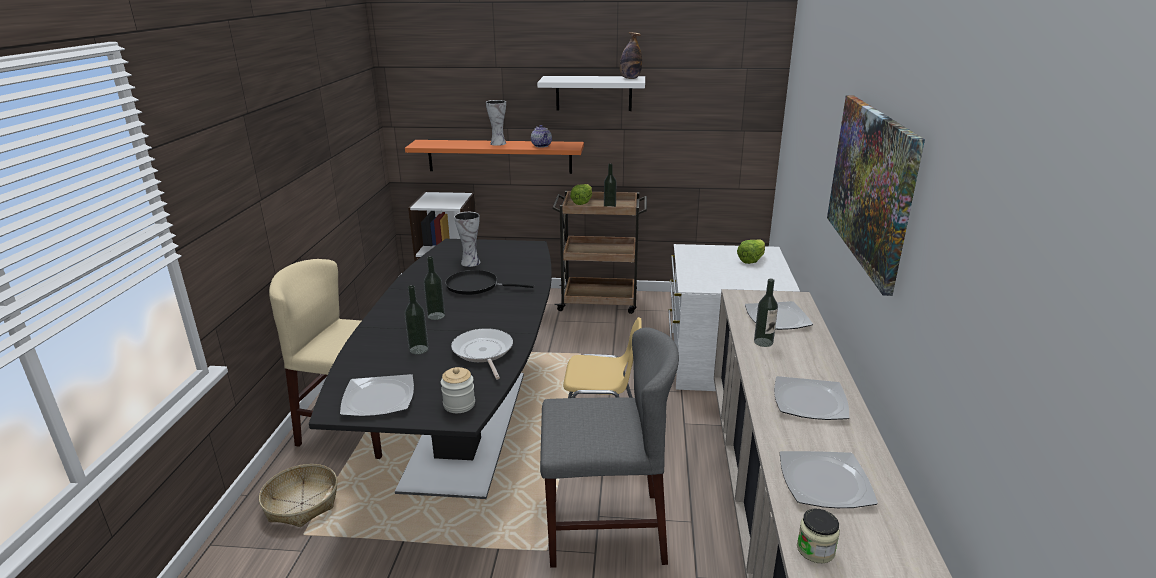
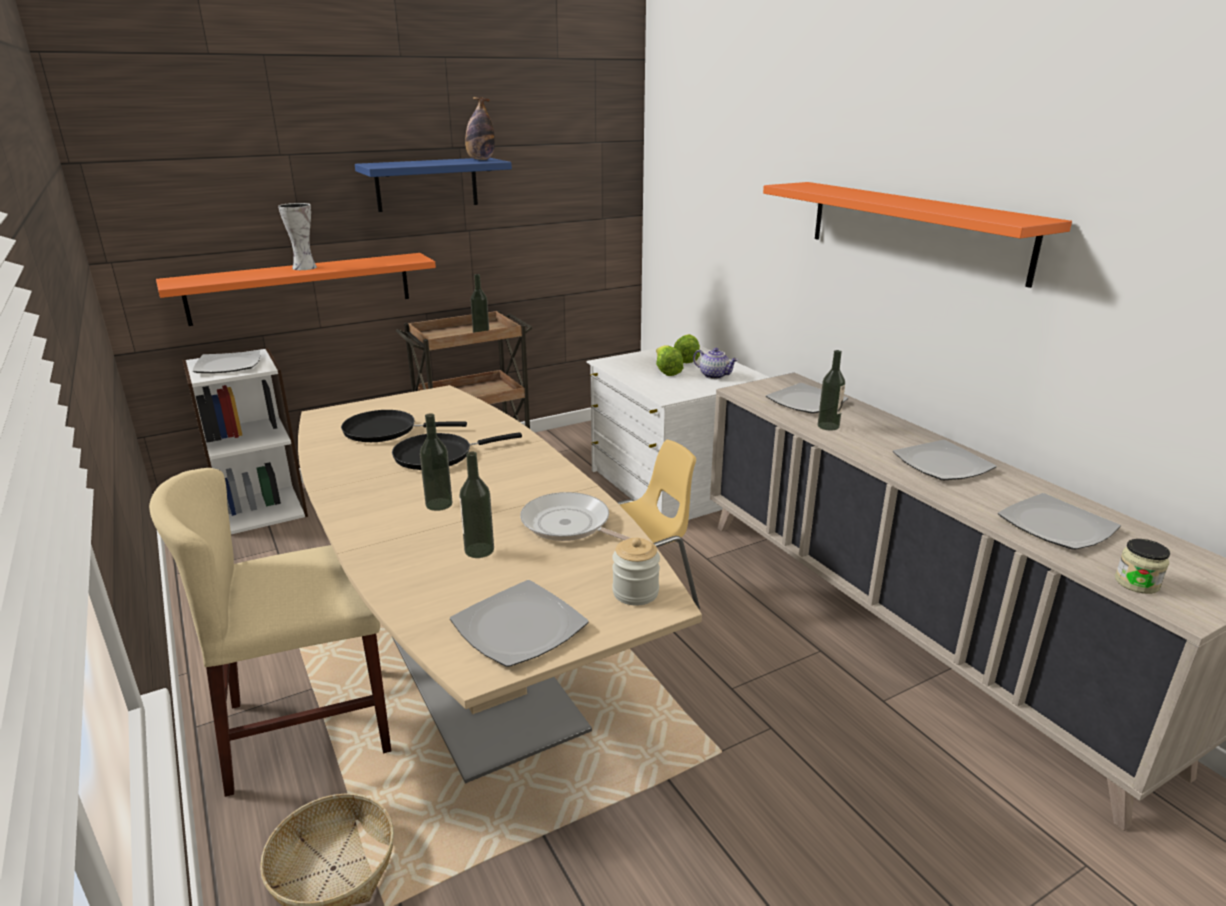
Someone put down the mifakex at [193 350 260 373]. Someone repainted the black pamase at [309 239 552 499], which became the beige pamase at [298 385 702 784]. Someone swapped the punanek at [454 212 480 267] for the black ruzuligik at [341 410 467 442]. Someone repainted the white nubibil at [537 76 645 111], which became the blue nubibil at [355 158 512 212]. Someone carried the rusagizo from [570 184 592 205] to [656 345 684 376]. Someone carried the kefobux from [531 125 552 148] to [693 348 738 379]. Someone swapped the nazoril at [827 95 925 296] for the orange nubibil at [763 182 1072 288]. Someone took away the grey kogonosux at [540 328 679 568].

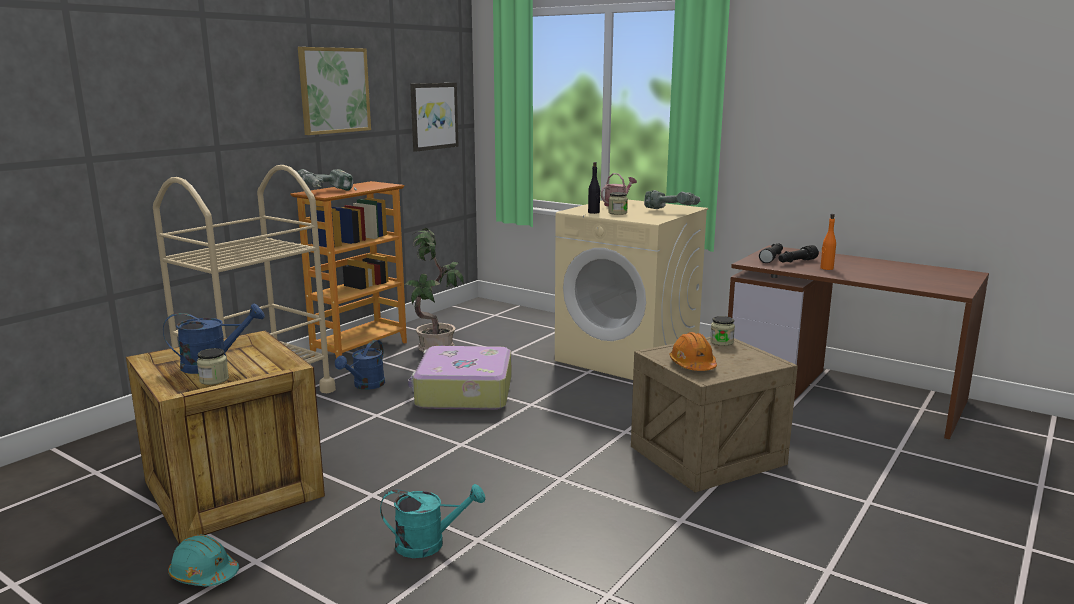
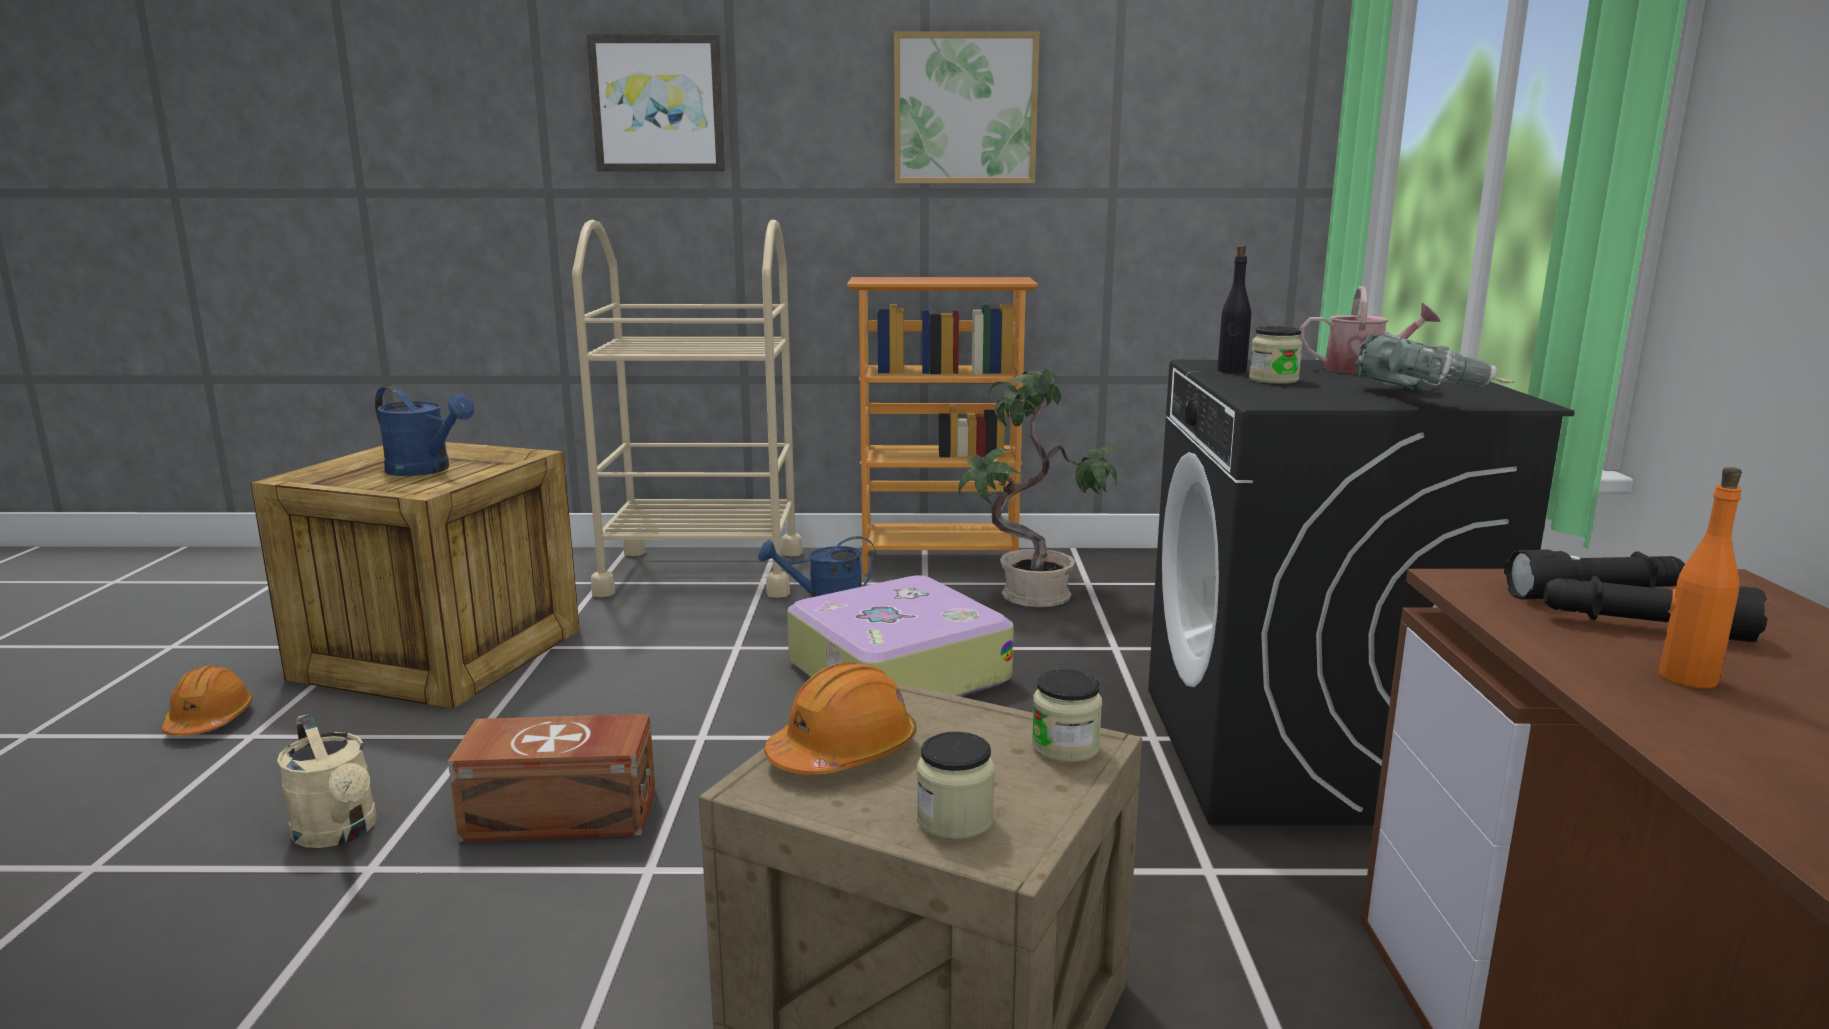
Someone repainted the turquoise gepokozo at [168 535 239 586], which became the orange gepokozo at [162 665 253 736]. Someone repainted the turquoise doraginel at [380 484 485 558], which became the beige doraginel at [277 714 377 848]. Someone put down the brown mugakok at [448 714 655 842]. Someone carried the nazoril from [410 83 459 152] to [586 34 725 171]. Someone carried the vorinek from [197 348 229 385] to [917 732 995 840]. Someone repainted the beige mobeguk at [555 200 708 380], which became the black mobeguk at [1148 360 1575 825]. Someone took away the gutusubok at [298 169 357 191].

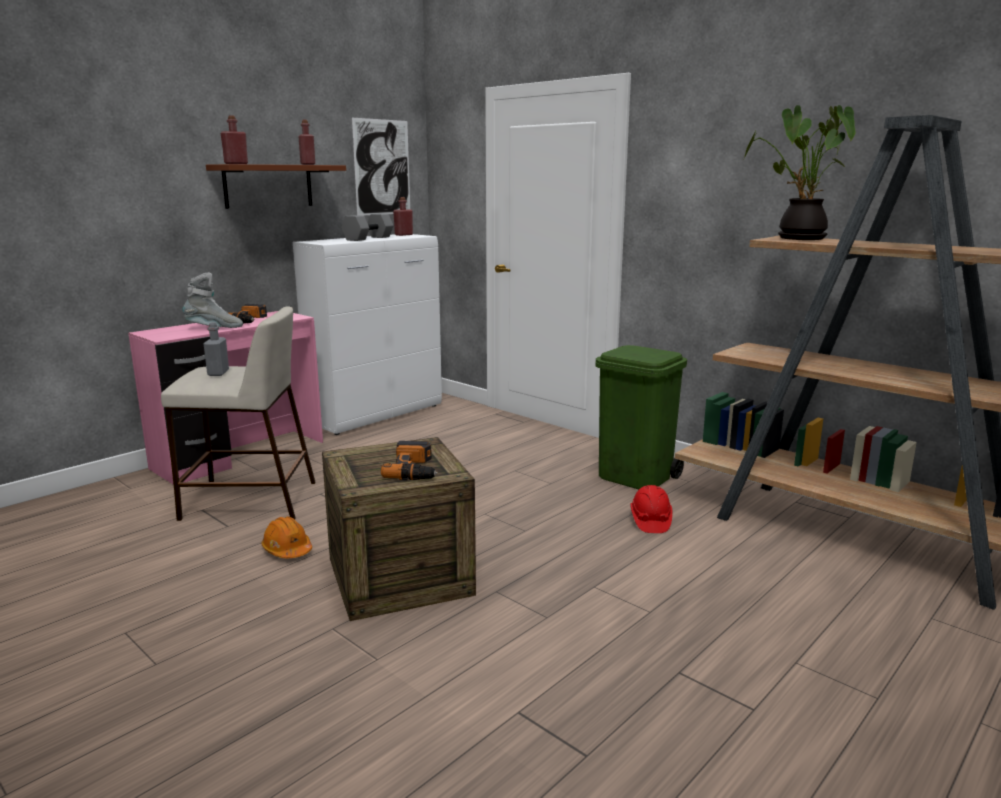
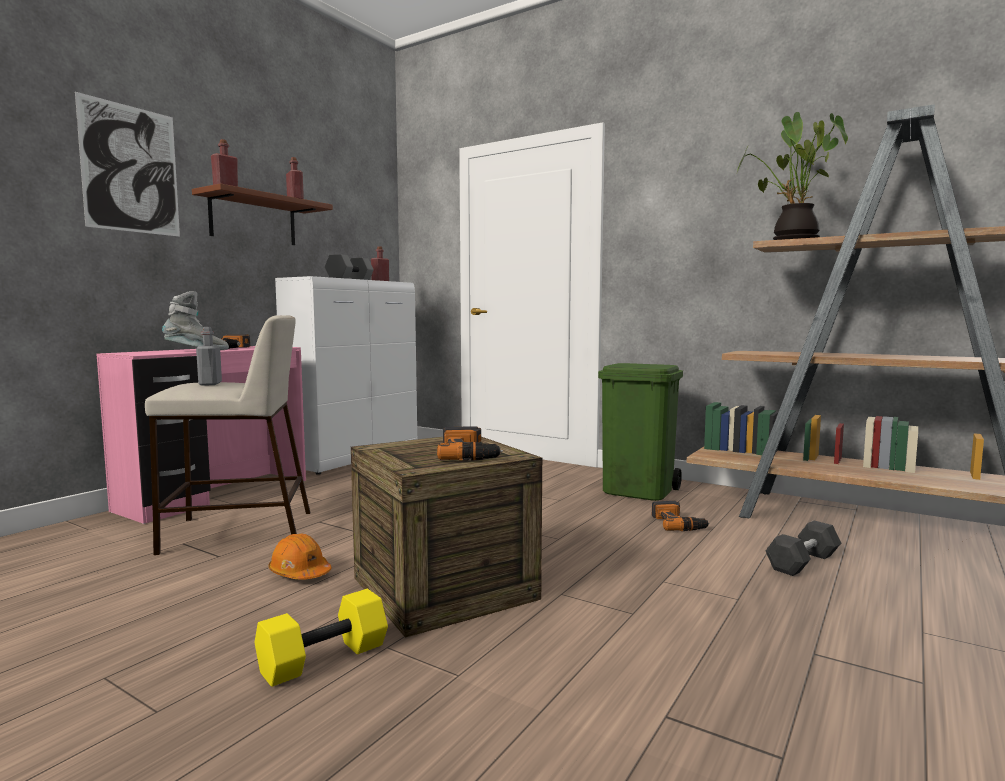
Someone carried the nazoril from [352 118 410 216] to [75 92 180 237]. Someone put down the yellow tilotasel at [255 589 388 687]. Someone swapped the red gepokozo at [630 485 673 533] for the gutusubok at [651 501 710 531]. Someone put down the black tilotasel at [765 521 841 576].

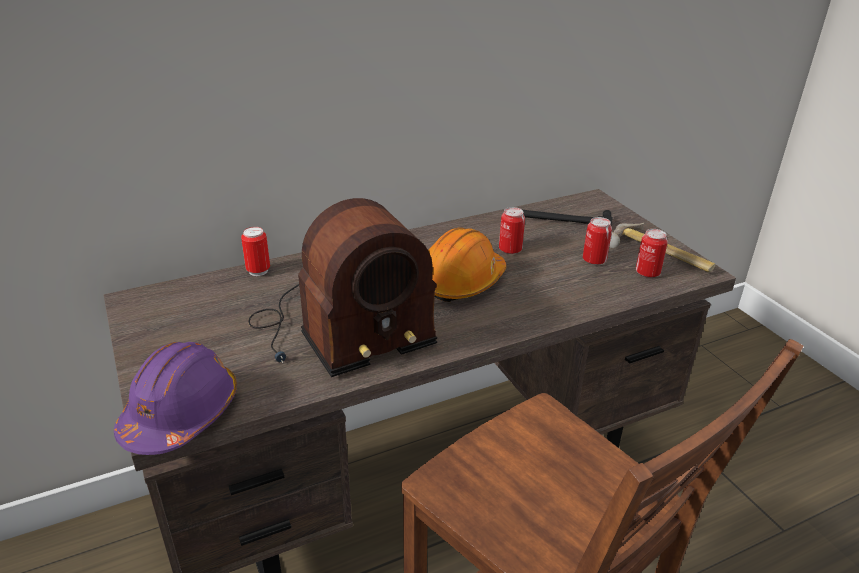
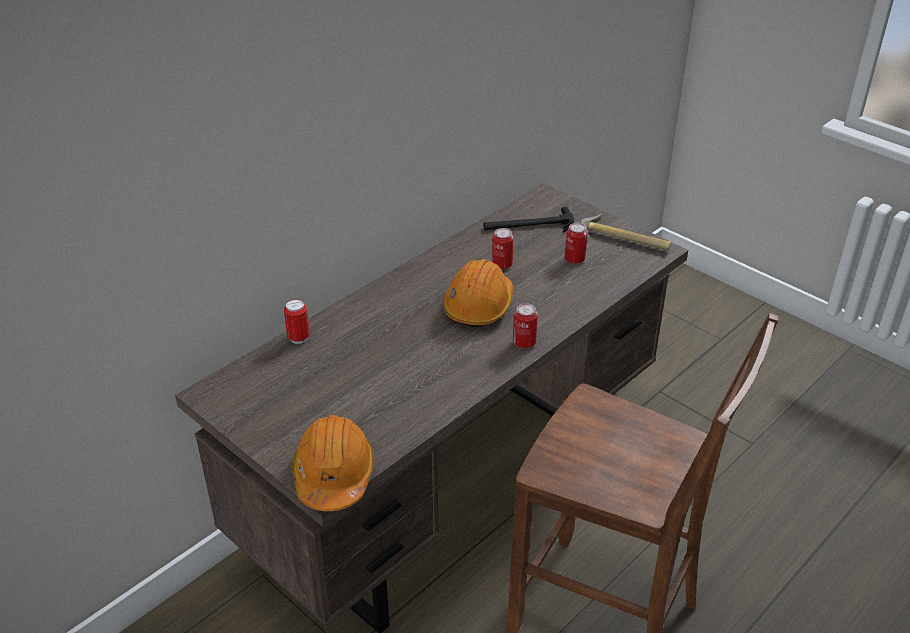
Someone repainted the purple gepokozo at [114 342 237 455], which became the orange gepokozo at [292 415 374 511]. Someone carried the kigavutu from [636 229 668 278] to [513 303 538 348]. Someone took away the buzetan at [248 198 437 377].

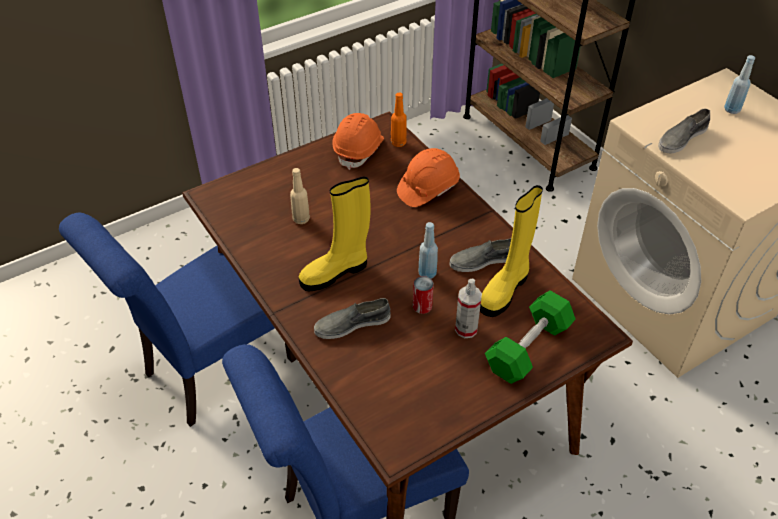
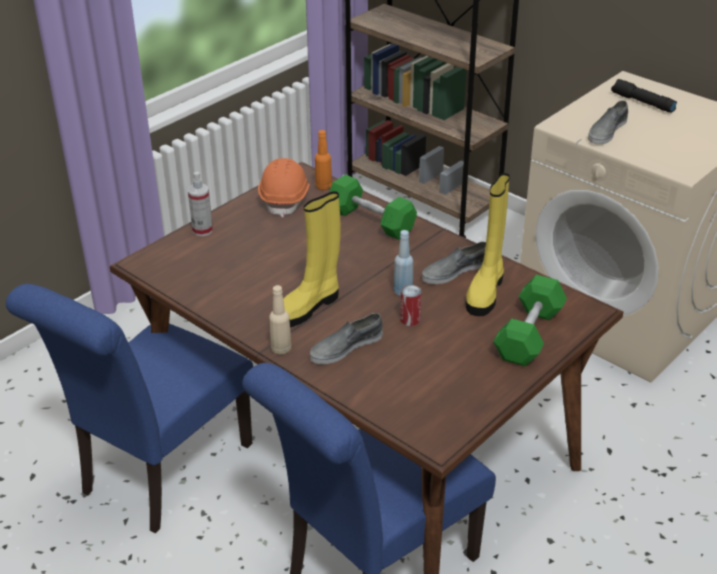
Someone carried the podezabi from [455 279 482 338] to [188 172 213 236]. Someone carried the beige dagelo from [290 168 310 224] to [269 285 291 355]. Someone swapped the orange gepokozo at [397 148 460 207] for the green tilotasel at [330 174 417 240]. Someone swapped the blue dagelo at [724 55 755 114] for the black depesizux at [611 79 677 113].

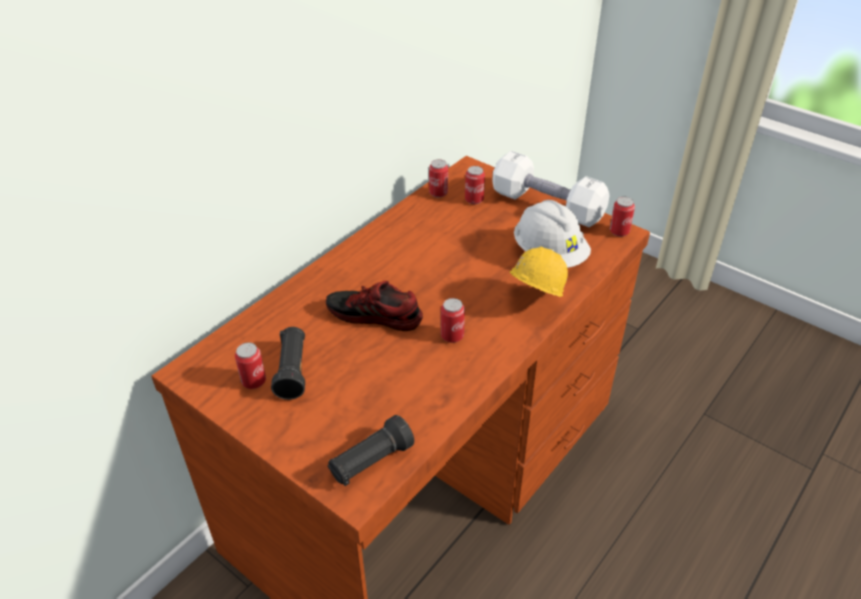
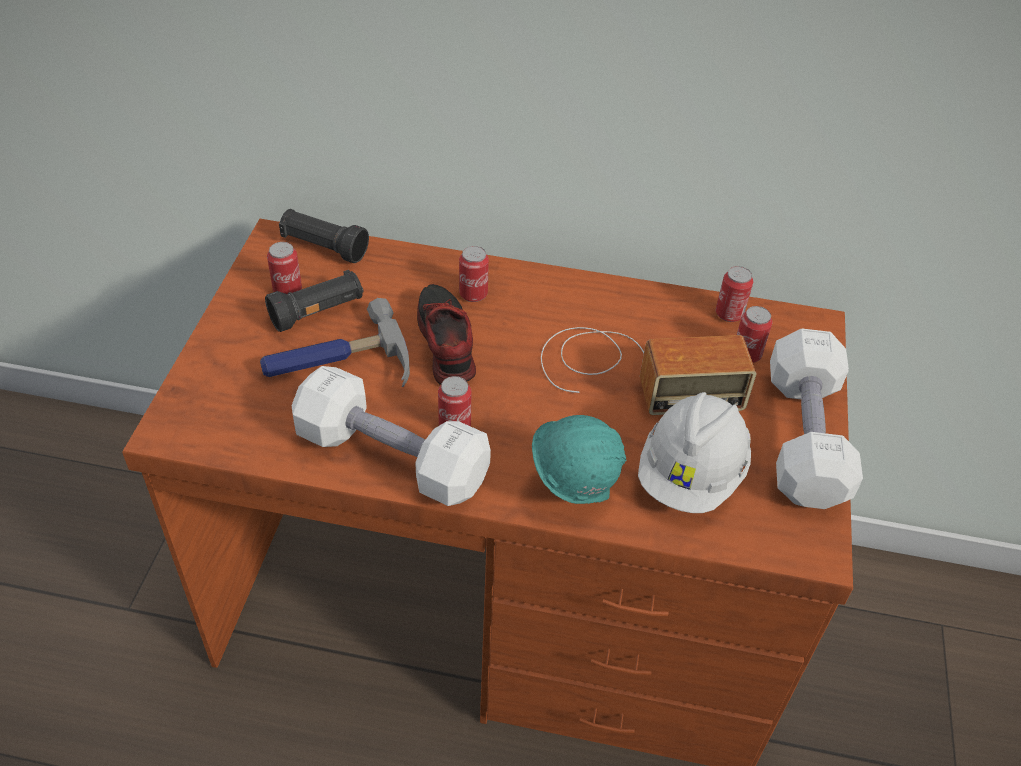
Someone put down the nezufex at [260 298 410 387]. Someone carried the black depesizux from [328 415 414 486] to [279 209 369 263]. Someone put down the white tilotasel at [292 366 491 506]. Someone carried the kigavutu from [610 197 635 237] to [459 246 489 302]. Someone repainted the yellow gepokozo at [510 246 568 297], which became the turquoise gepokozo at [532 415 626 504]. Someone put down the buzetan at [541 327 756 415].

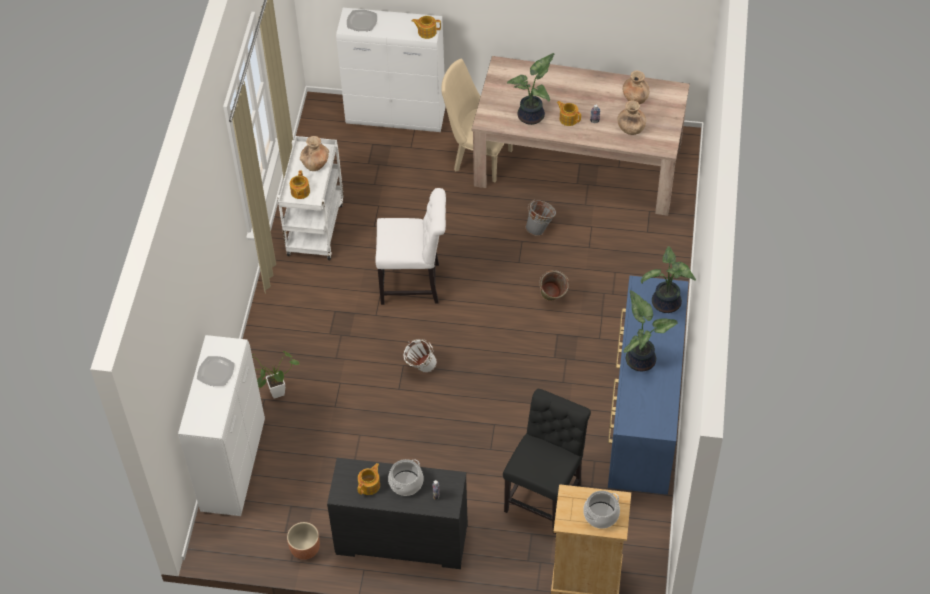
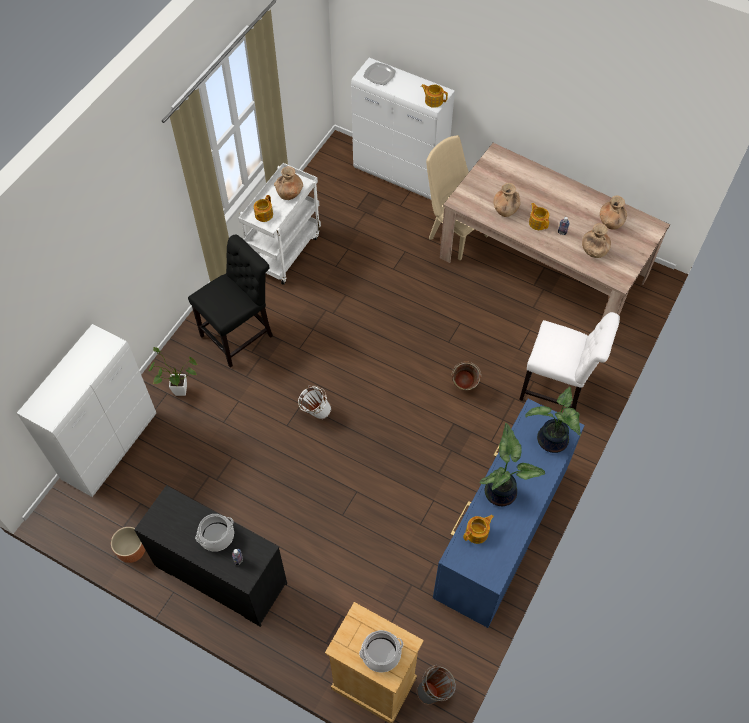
Someone carried the black kogonosux from [503 389 591 534] to [188 234 273 368]. Someone carried the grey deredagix from [525 199 556 236] to [417 665 456 705]. Someone carried the kefobux from [357 463 380 495] to [463 515 494 544]. Someone swapped the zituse at [507 53 555 125] for the brown punanek at [493 183 520 217]. Someone carried the white kogonosux from [375 188 446 305] to [519 312 620 410]. Someone took away the mifakex at [197 356 235 386].

